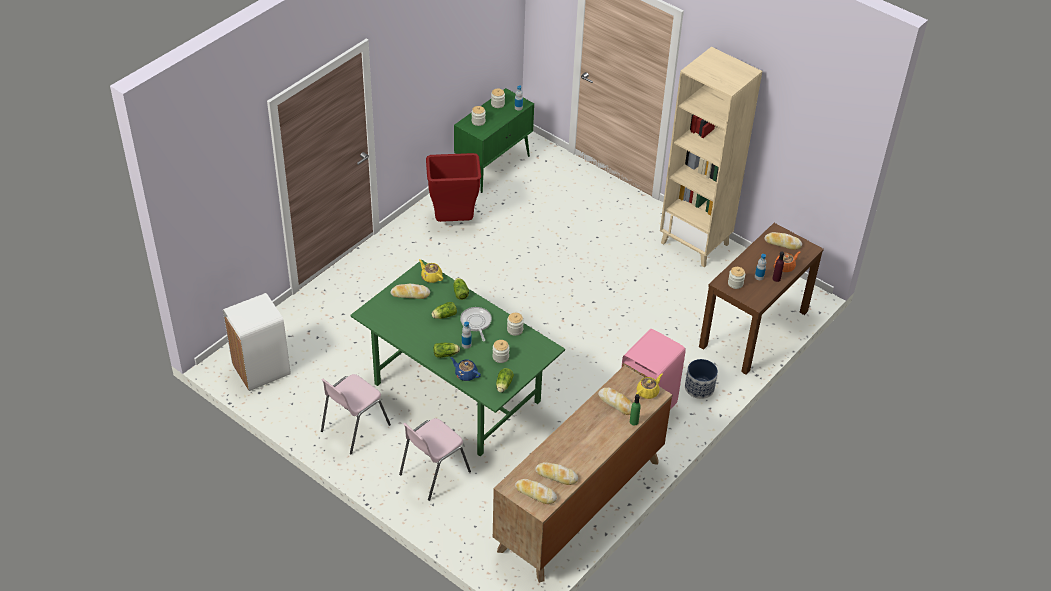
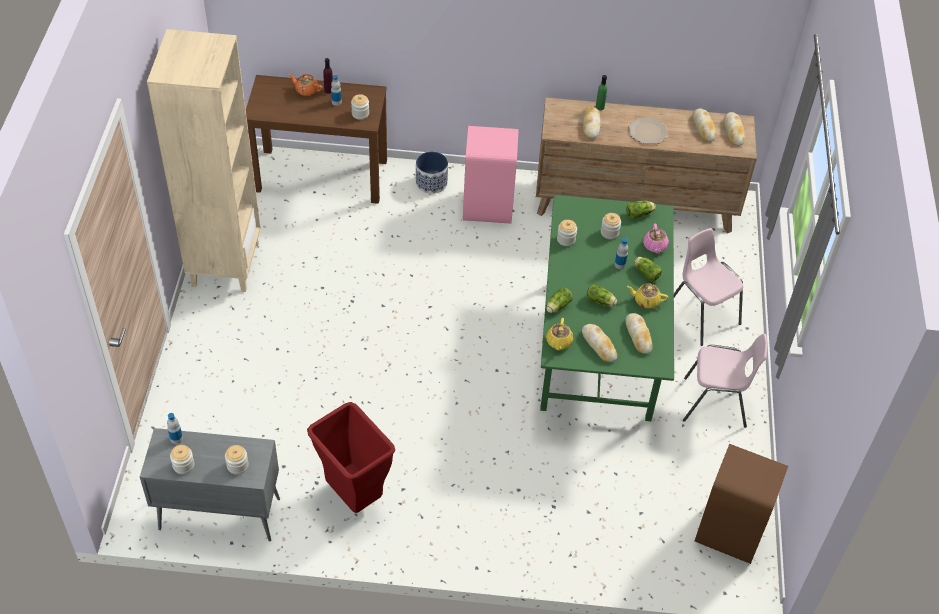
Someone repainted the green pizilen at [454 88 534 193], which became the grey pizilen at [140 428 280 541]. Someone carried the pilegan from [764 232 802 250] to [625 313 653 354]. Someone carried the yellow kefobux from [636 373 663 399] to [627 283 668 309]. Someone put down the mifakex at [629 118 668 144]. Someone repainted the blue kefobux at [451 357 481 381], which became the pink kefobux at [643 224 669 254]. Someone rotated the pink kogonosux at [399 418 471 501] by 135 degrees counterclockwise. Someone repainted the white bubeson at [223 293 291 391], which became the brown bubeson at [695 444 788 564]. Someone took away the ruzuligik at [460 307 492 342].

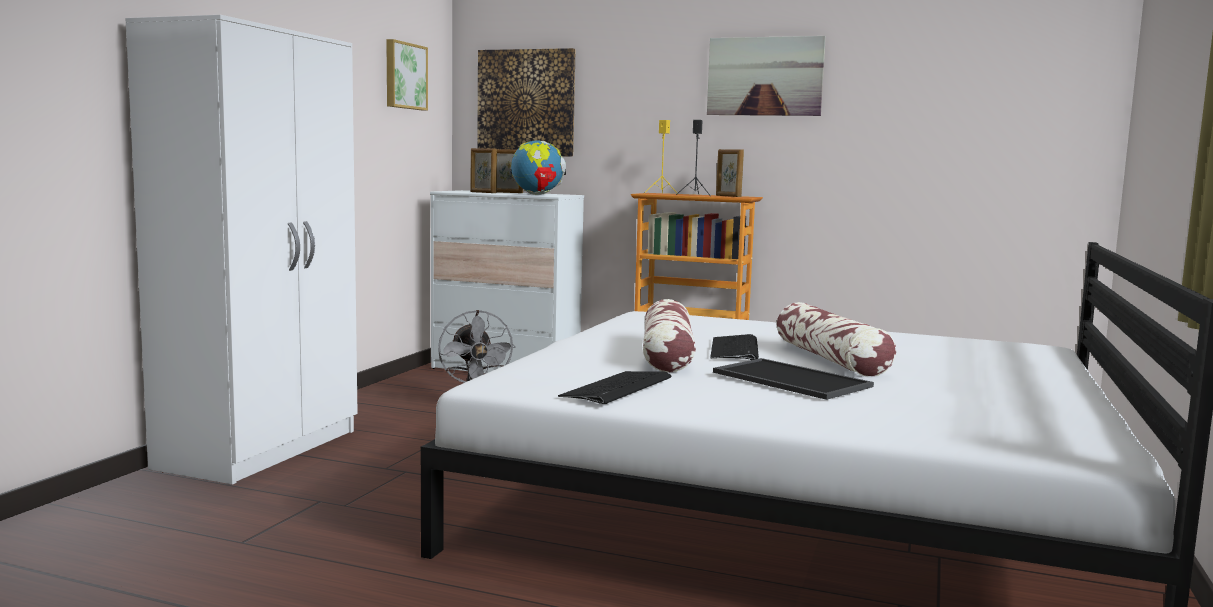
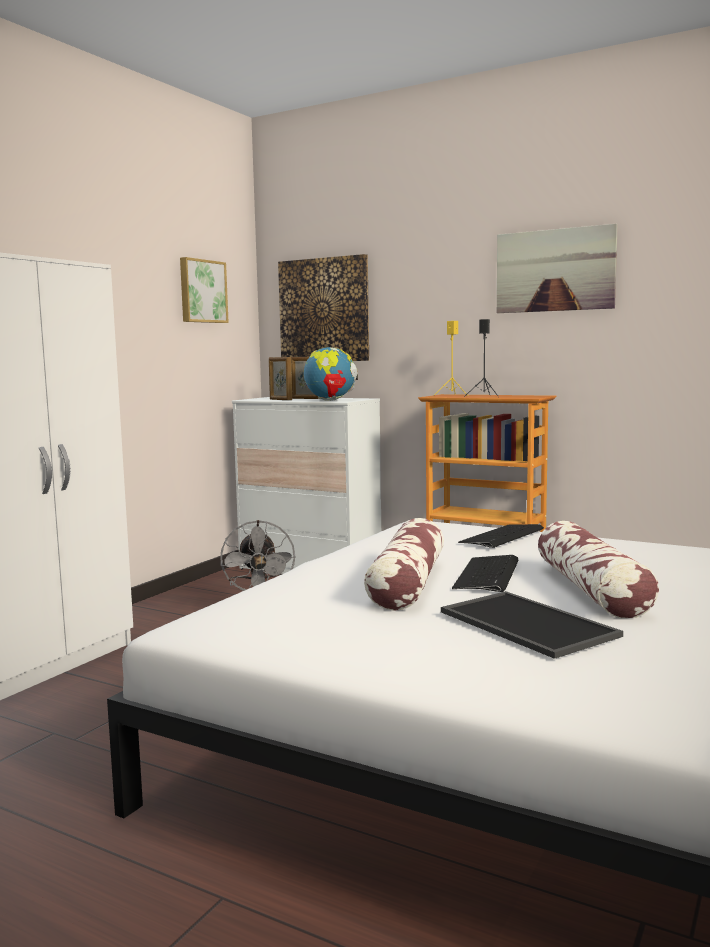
Someone carried the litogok from [558 371 671 404] to [458 524 544 548]. Someone took away the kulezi at [716 149 744 197].

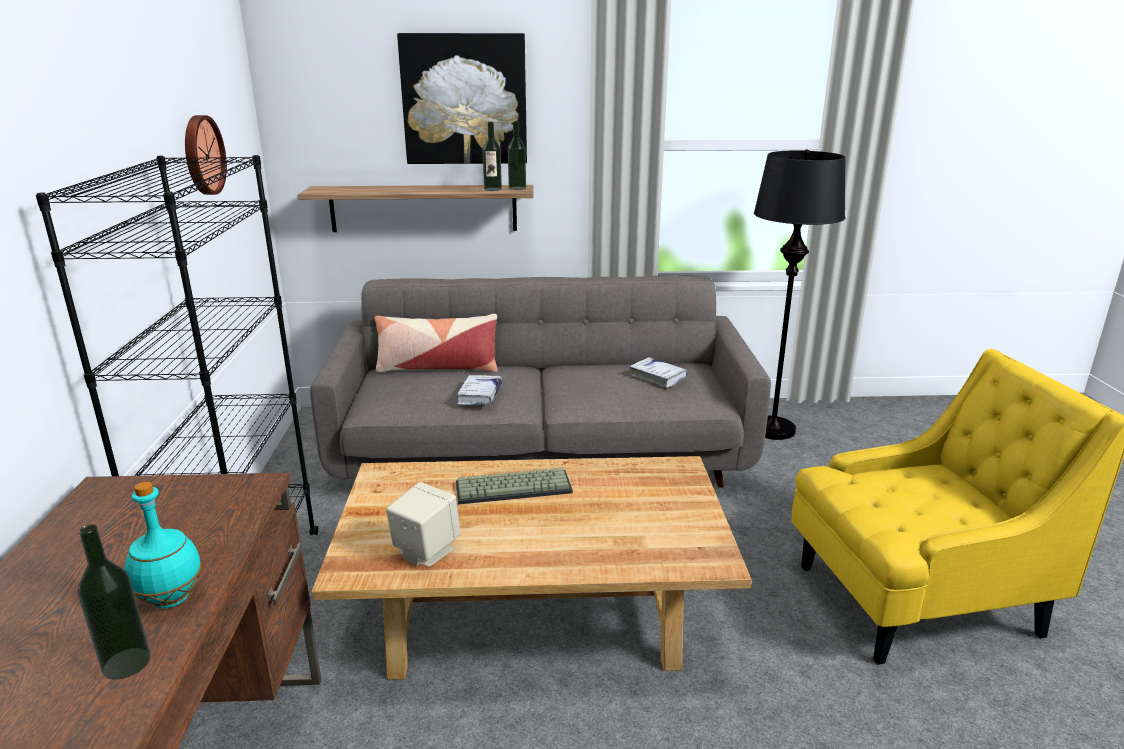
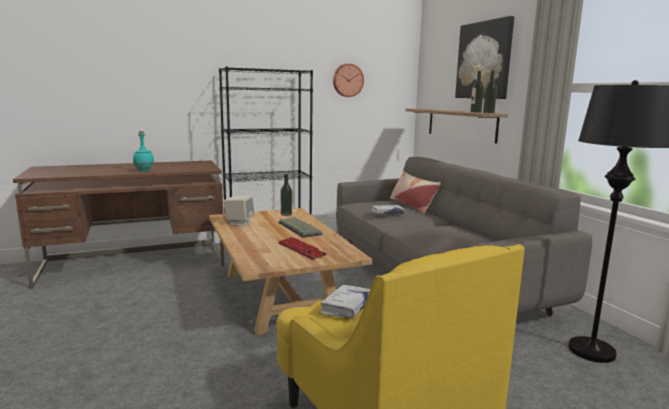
Someone put down the litogok at [278 237 327 260]. Someone carried the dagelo from [78 525 151 679] to [281 174 292 216]. Someone carried the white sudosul from [629 357 688 388] to [320 284 370 318].

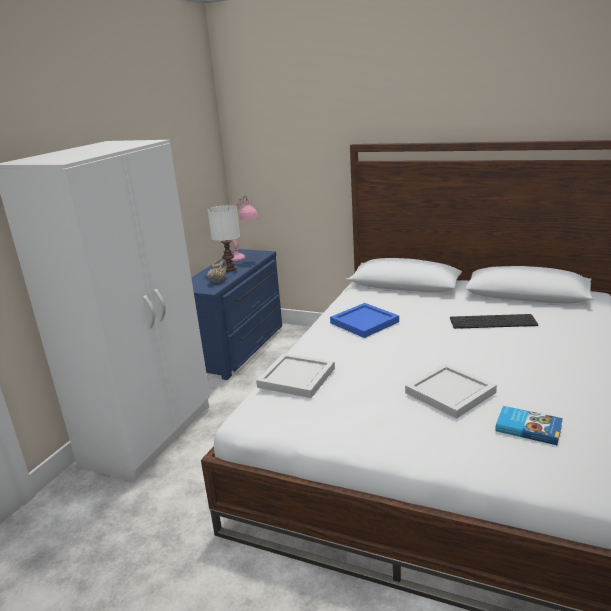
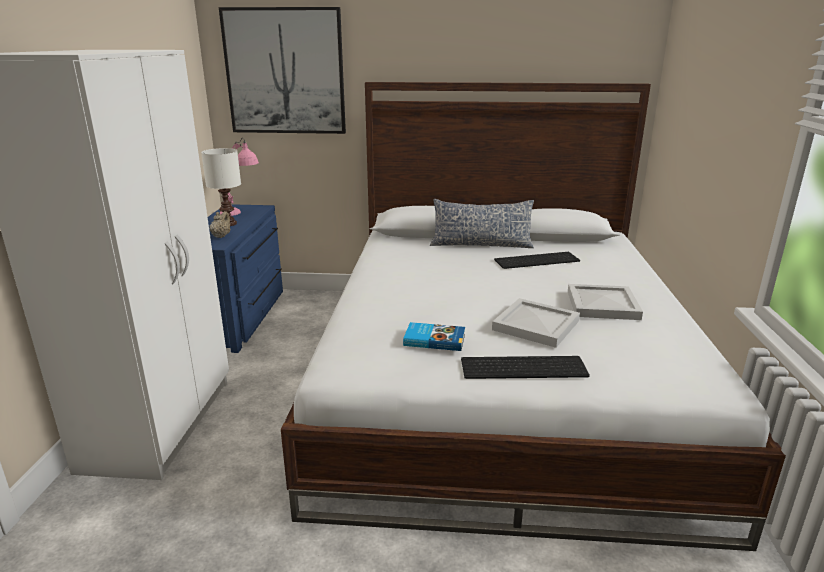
Someone put up the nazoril at [219 7 346 134]. Someone carried the sudosul from [495 406 563 445] to [403 322 465 351]. Someone put down the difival at [430 199 534 248]. Someone put down the litogok at [461 356 590 379]. Someone carried the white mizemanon from [256 353 335 398] to [568 284 643 320]. Someone took away the blue mizemanon at [330 303 399 338].

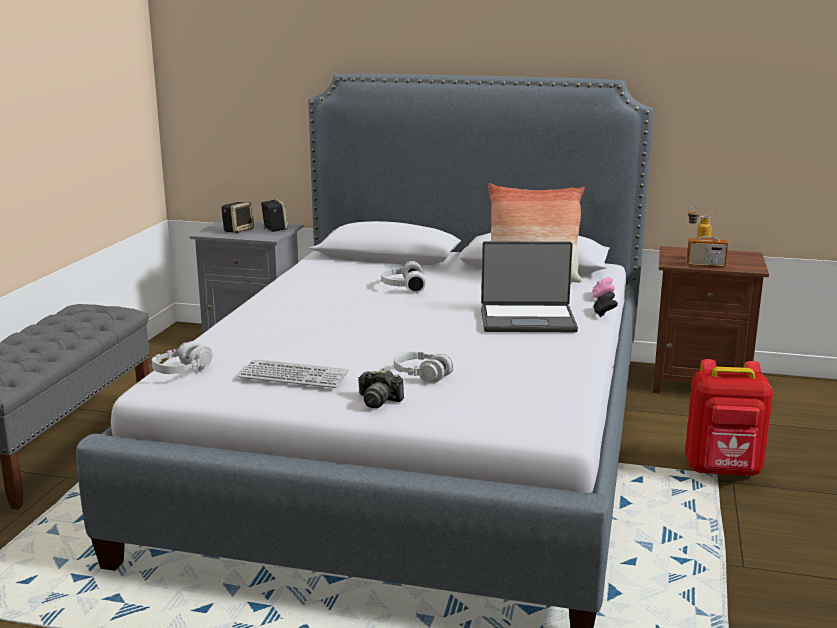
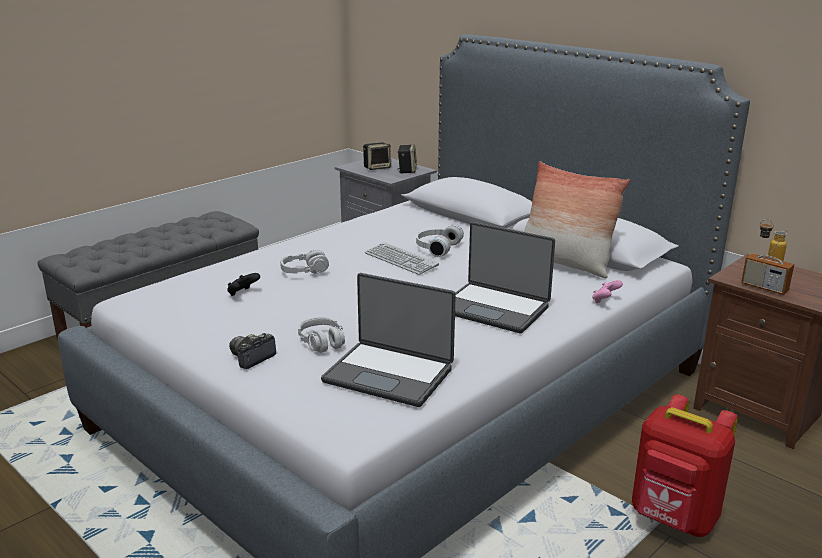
Someone carried the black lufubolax from [593 292 618 317] to [227 273 260 296]. Someone rotated the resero at [358 368 404 408] by 75 degrees clockwise. Someone carried the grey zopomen from [152 341 213 374] to [280 250 329 274]. Someone put down the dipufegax at [321 273 456 407]. Someone carried the litogok from [238 359 349 388] to [365 242 439 275].

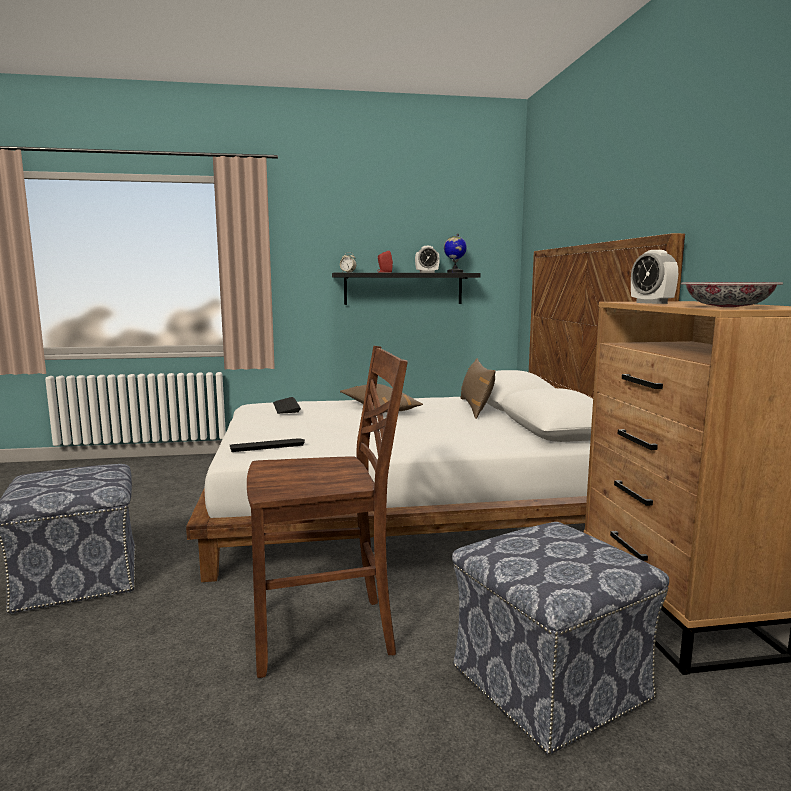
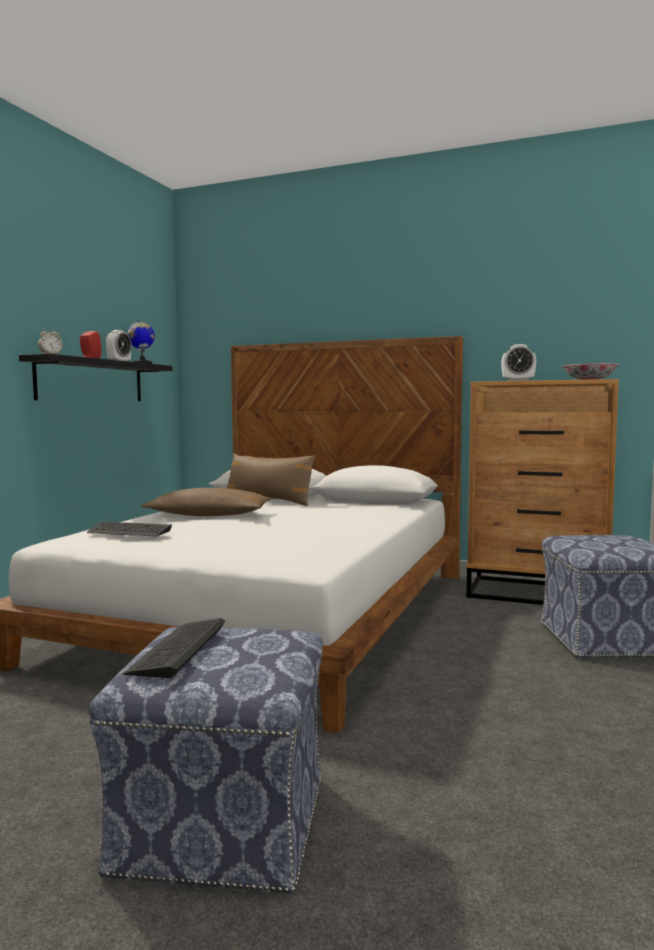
Someone carried the litogok from [230 438 305 452] to [123 618 225 678]. Someone took away the brown kogonosux at [247 346 408 678].

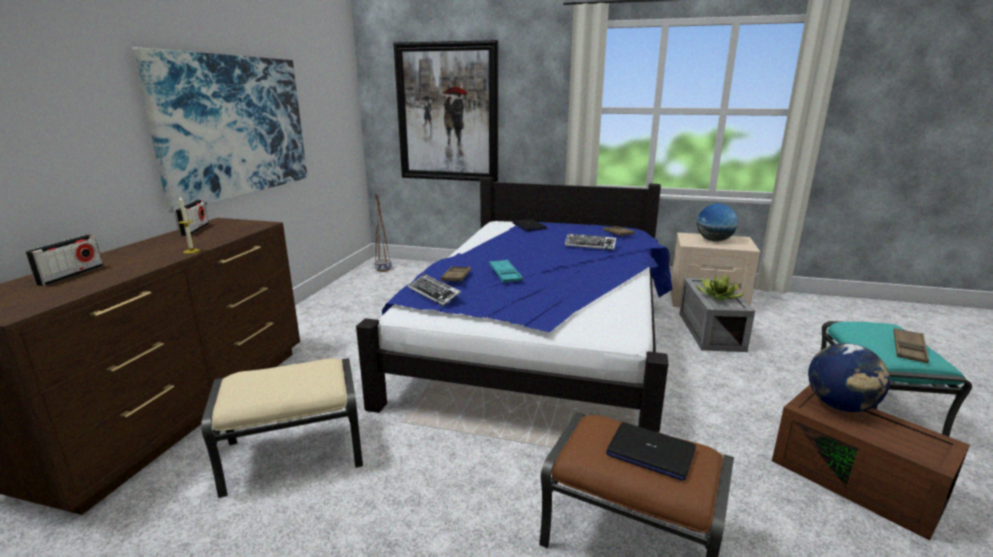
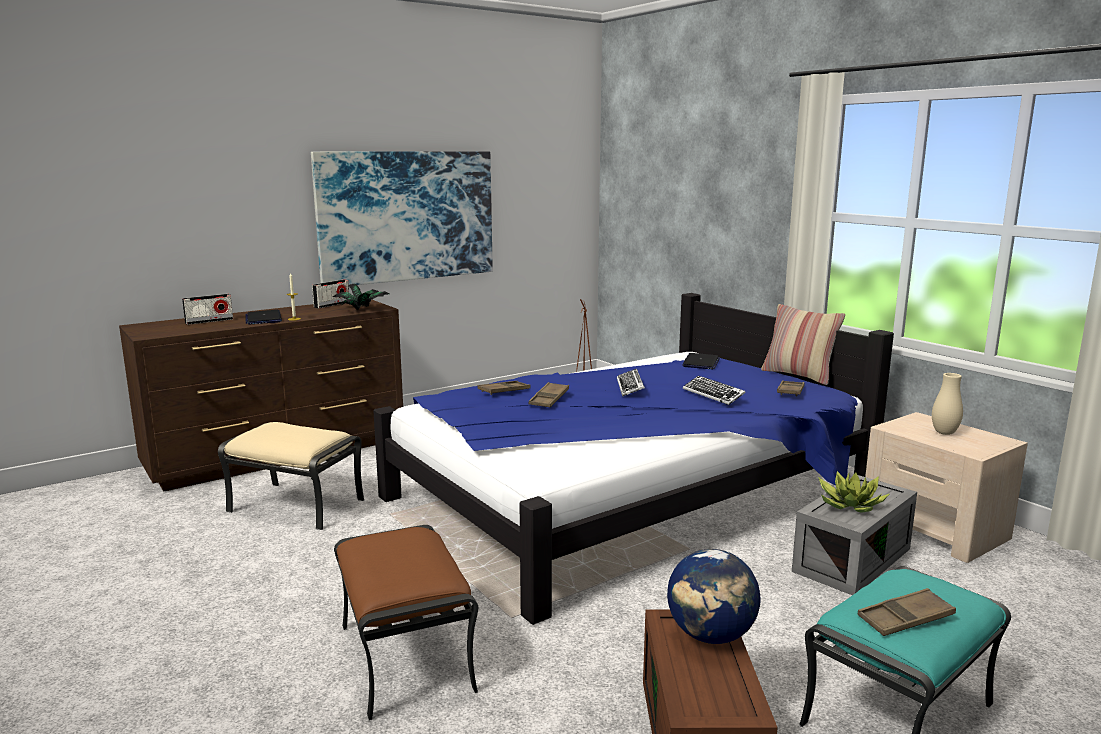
Someone carried the dipufegax from [606 422 696 481] to [246 310 282 325]. Someone put down the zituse at [333 284 389 310]. Someone repainted the turquoise mizemanon at [489 260 523 282], which became the brown mizemanon at [529 382 569 407]. Someone carried the litogok from [408 274 461 306] to [617 369 645 396]. Someone put down the difival at [761 304 845 385]. Someone swapped the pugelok at [697 203 738 242] for the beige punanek at [932 373 963 435]. Someone took away the nazoril at [394 40 498 182].

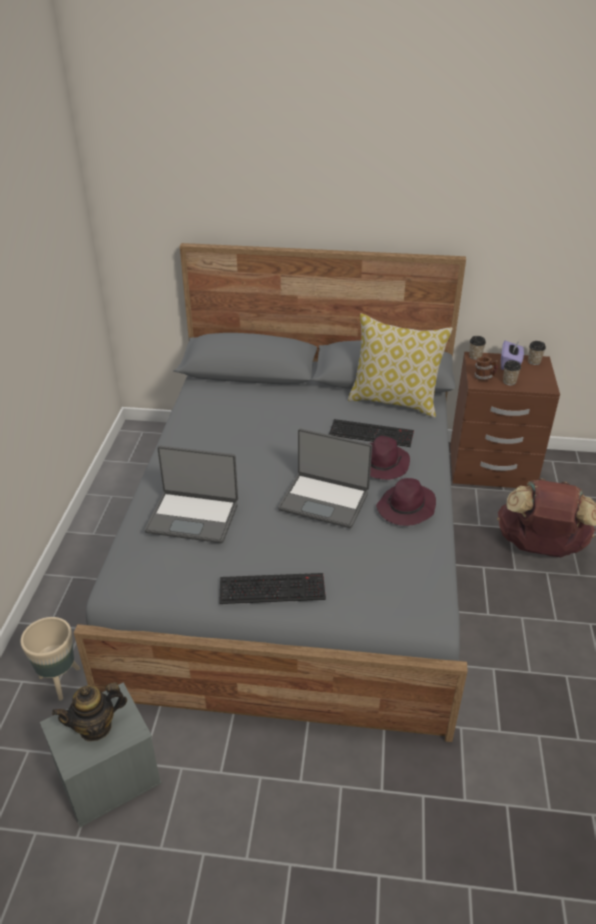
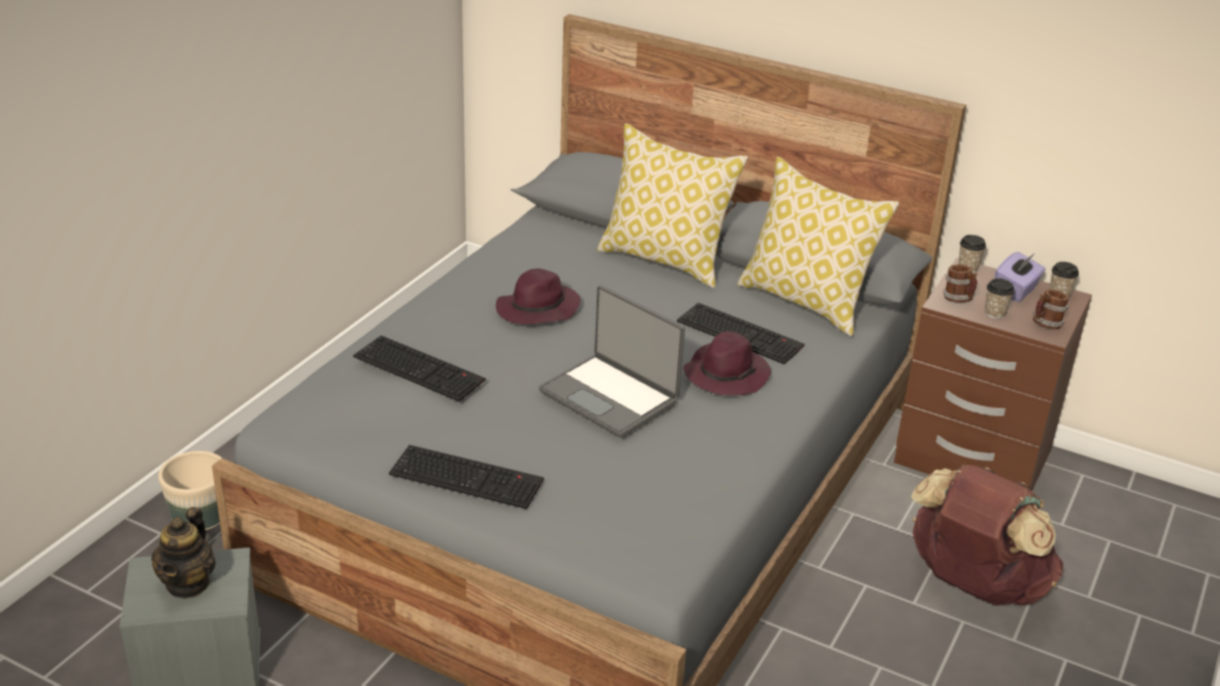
Someone rotated the kefobux at [52 682 127 741] by 75 degrees counterclockwise. Someone swapped the dipufegax at [145 446 238 543] for the litogok at [353 336 486 402]. Someone carried the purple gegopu from [376 478 436 526] to [496 269 580 324]. Someone put down the difival at [597 123 748 288]. Someone put down the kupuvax at [1033 289 1069 329].

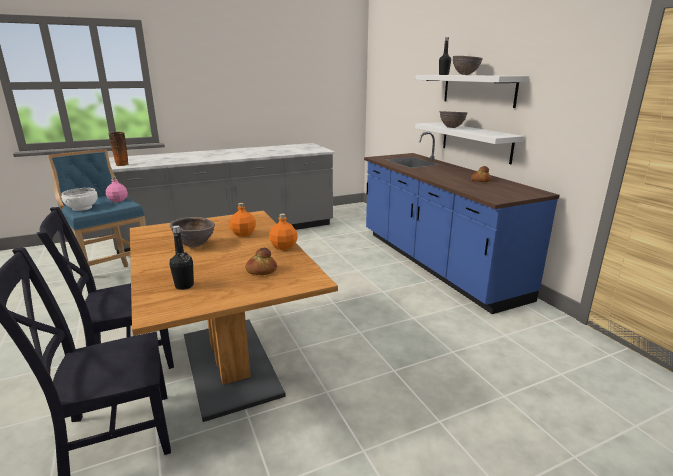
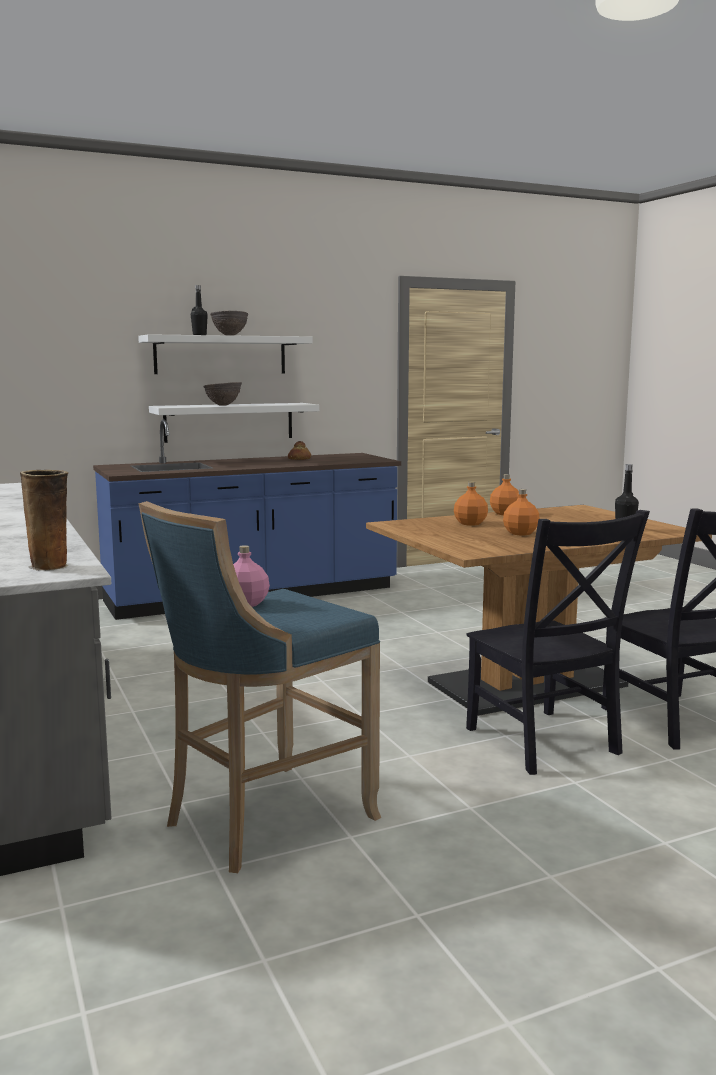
Someone swapped the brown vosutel at [170 217 215 248] for the orange dagelo at [503 489 540 535]. Someone took away the white vosutel at [61 188 98 211]. Someone took away the pilegan at [246 248 277 275].

